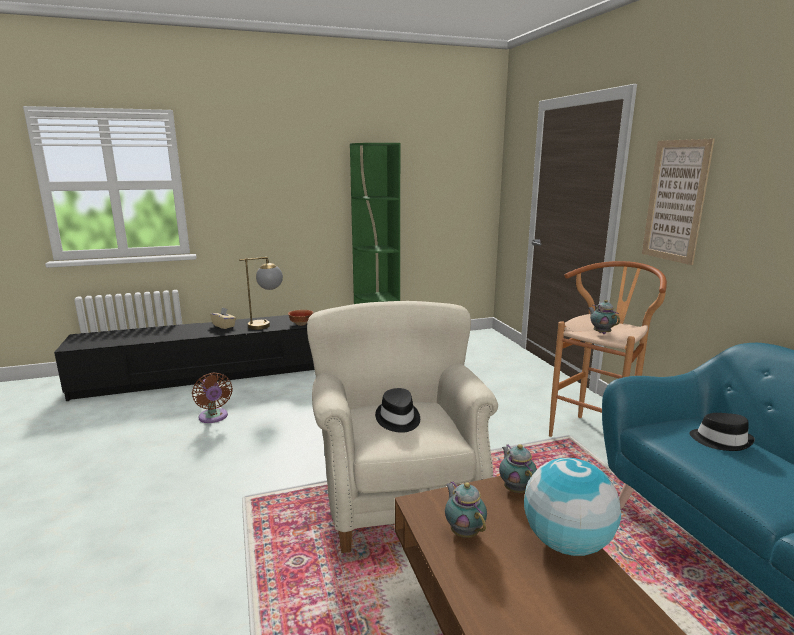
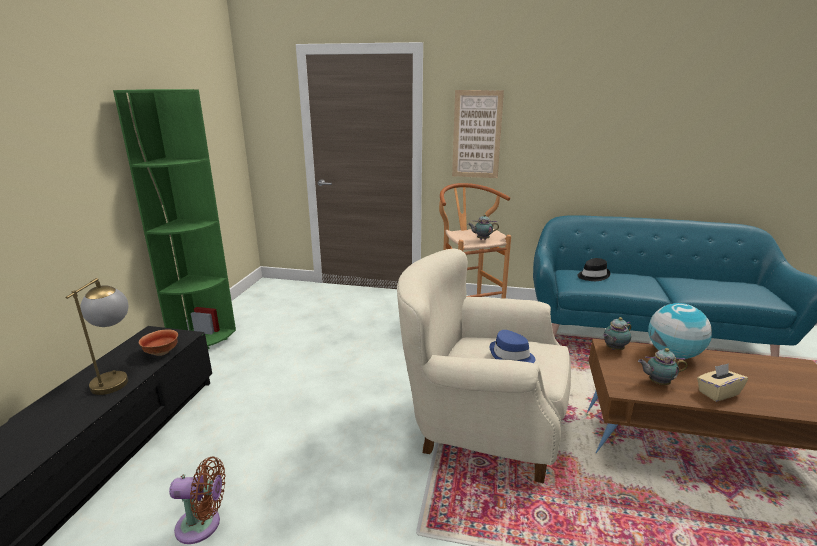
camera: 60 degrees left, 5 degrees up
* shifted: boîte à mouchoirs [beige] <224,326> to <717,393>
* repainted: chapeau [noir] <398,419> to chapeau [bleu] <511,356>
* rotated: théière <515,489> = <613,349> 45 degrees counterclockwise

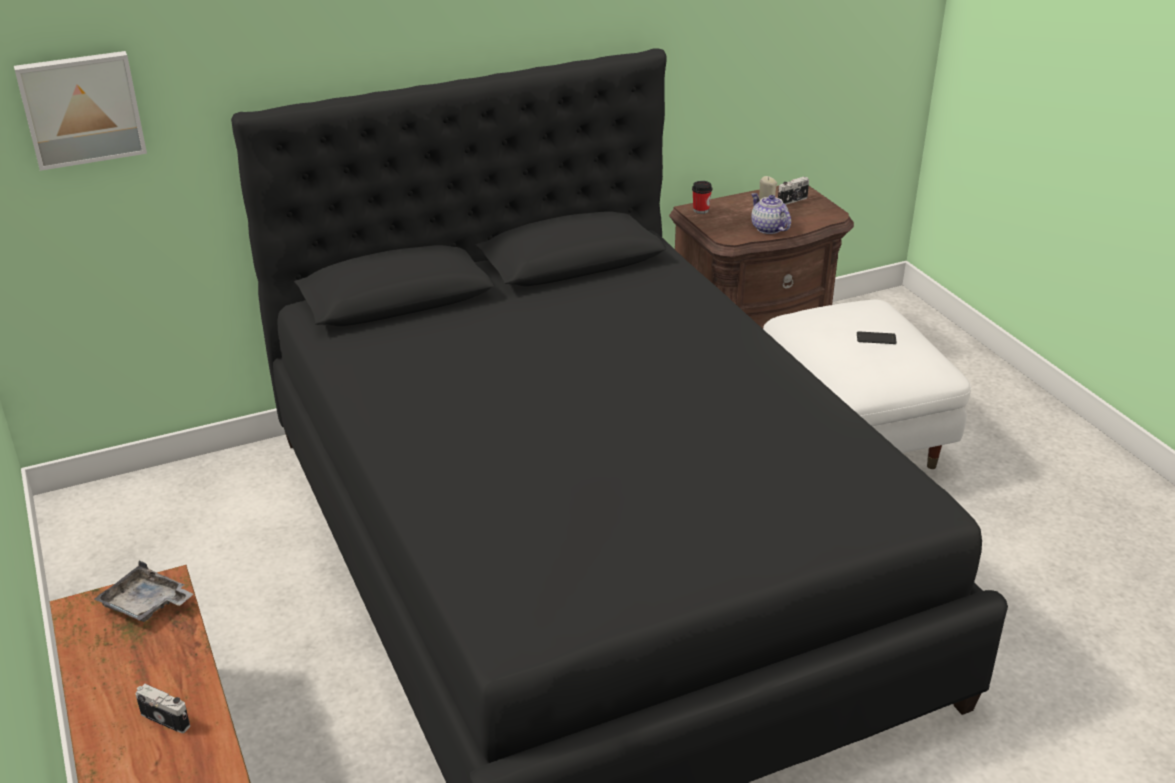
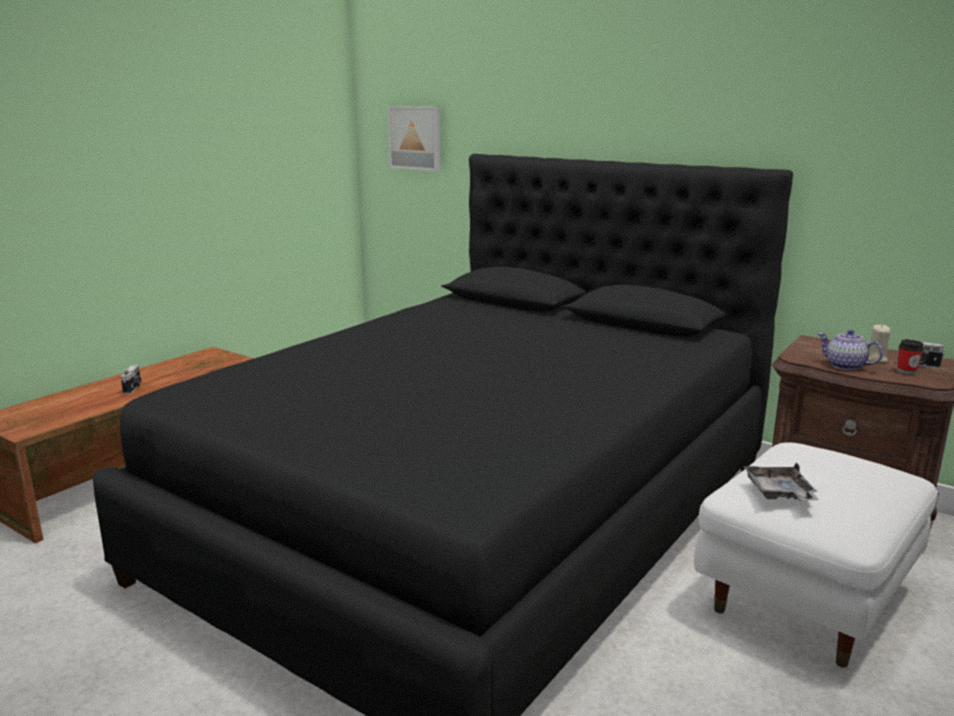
camera: 60 degrees right, 15 degrees down
* gone: téléphone <876,338>
* shifted: plateau [gris] <146,604> to <779,493>
* shifted: tasse <701,210> to <906,371>
* rotated: théière <768,228> = <845,366> 75 degrees counterclockwise

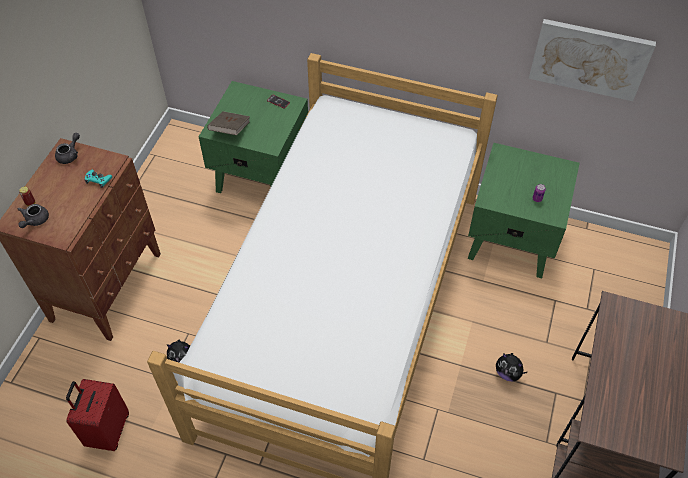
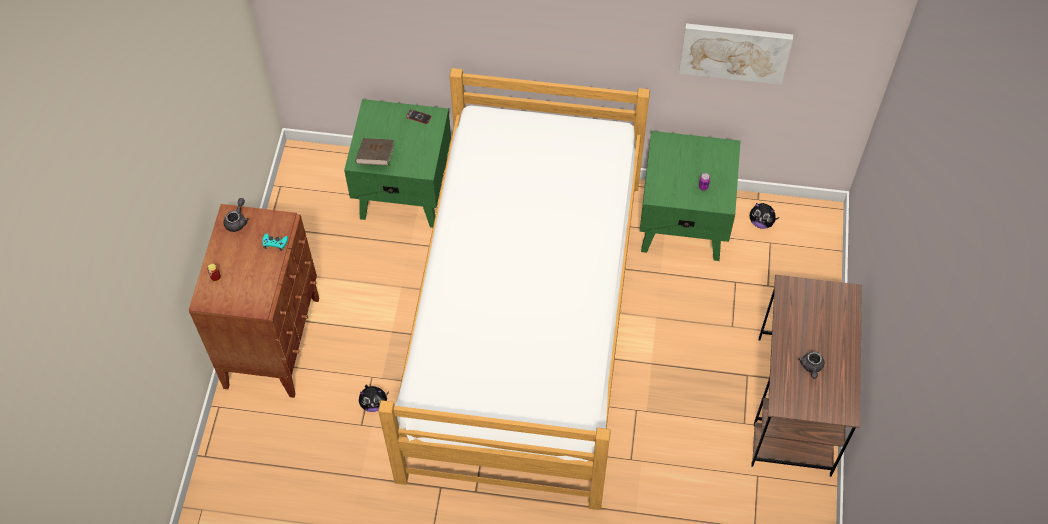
camera: 10 degrees left, 5 degrees up
* gone: valise [rouge] <107,430>
* shifted: théière [gris] <35,221> to <811,367>
* shifted: peluche <508,373> to <761,222>

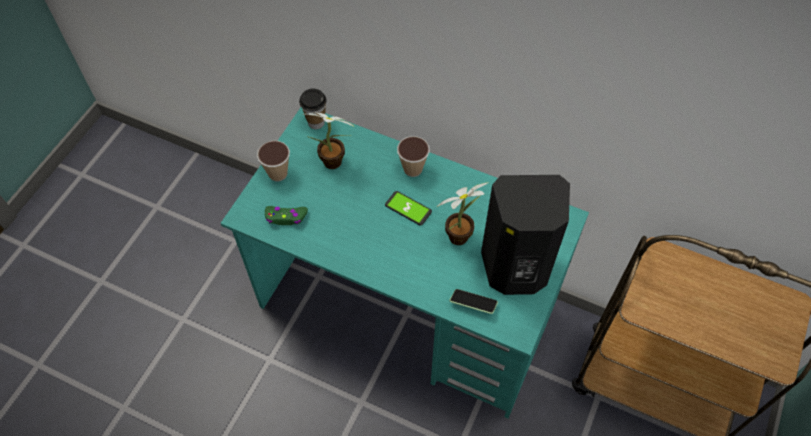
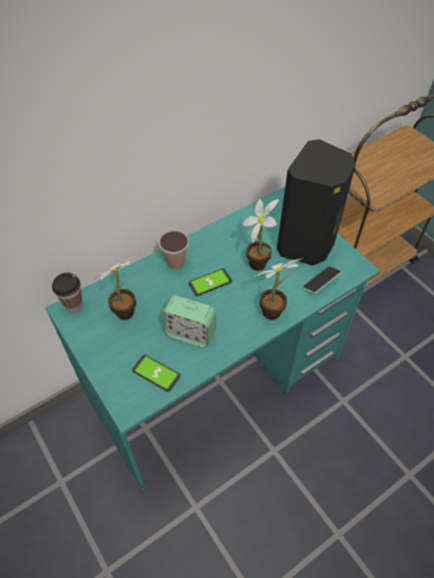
camera: 60 degrees left, 5 degrees down
* gone: tasse <278,174>
* new: réveil <190,333>
* new: plante en pot <274,311>
* swapped: manette [vert] <286,217> to téléphone <156,373>

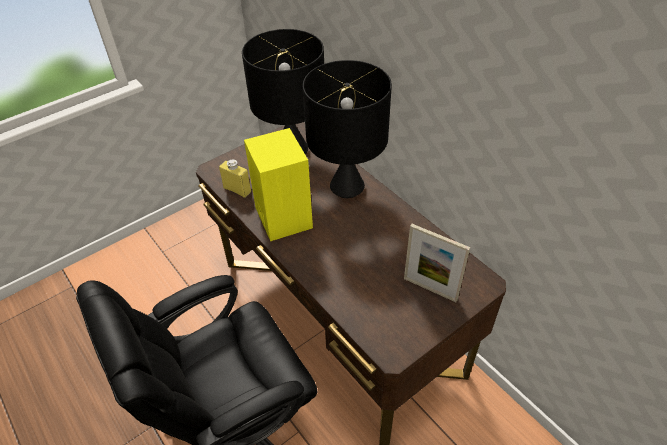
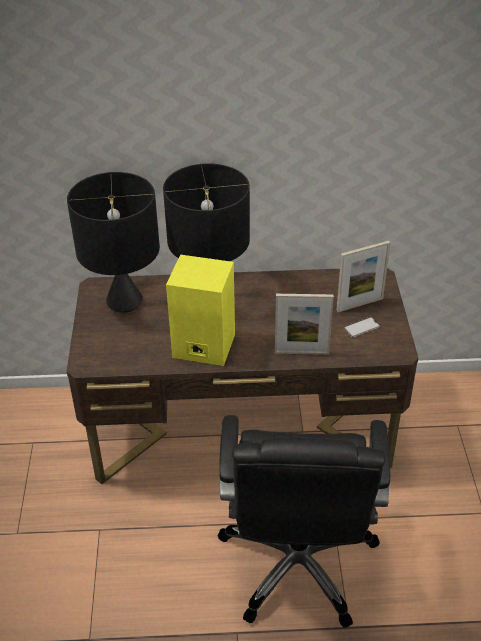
camera: 55 degrees left, 5 degrees down
* gone: bouteille [jaune] <237,190>
* new: cadre photo <301,352>
* new: téléphone <361,327>

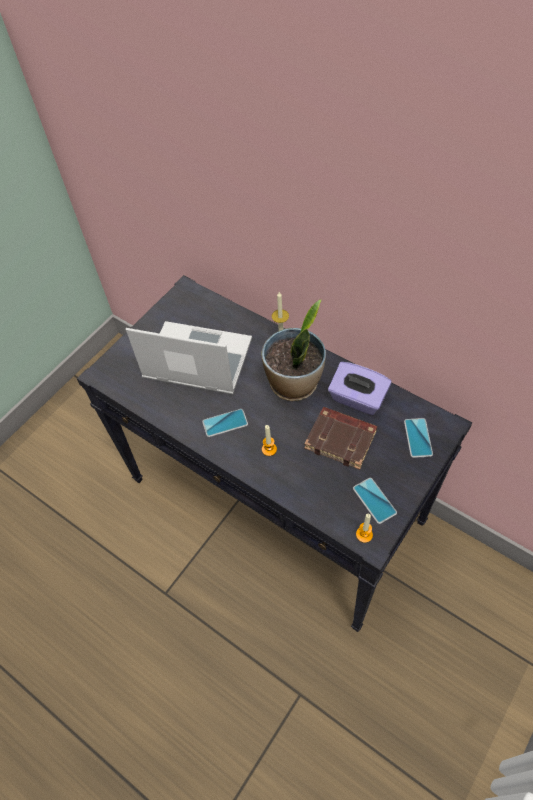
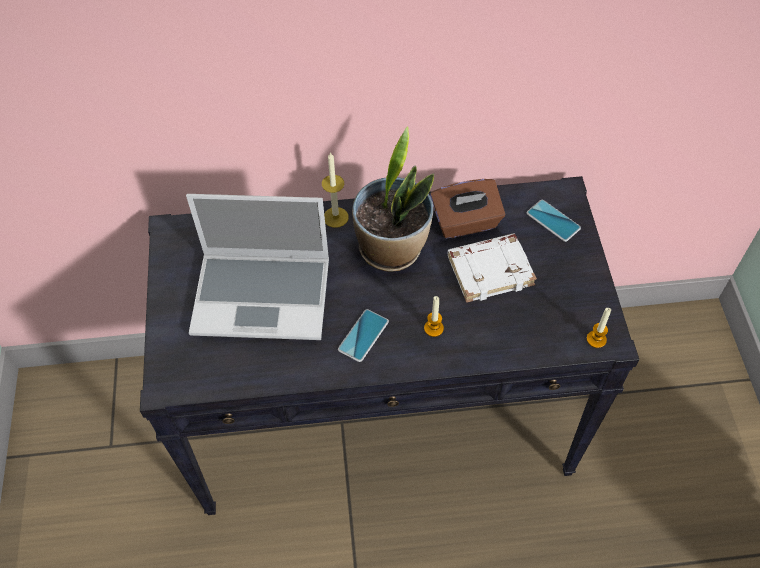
camera: 45 degrees left, 0 degrees up
* gone: téléphone <374,500>
* repainted: livre [marron] <341,439> to livre [blanc] <490,270>
* repainted: boîte à mouchoirs [violet] <357,399> to boîte à mouchoirs [marron] <465,222>
* rotated: ordinateur portable <196,361> = <264,295> 150 degrees counterclockwise

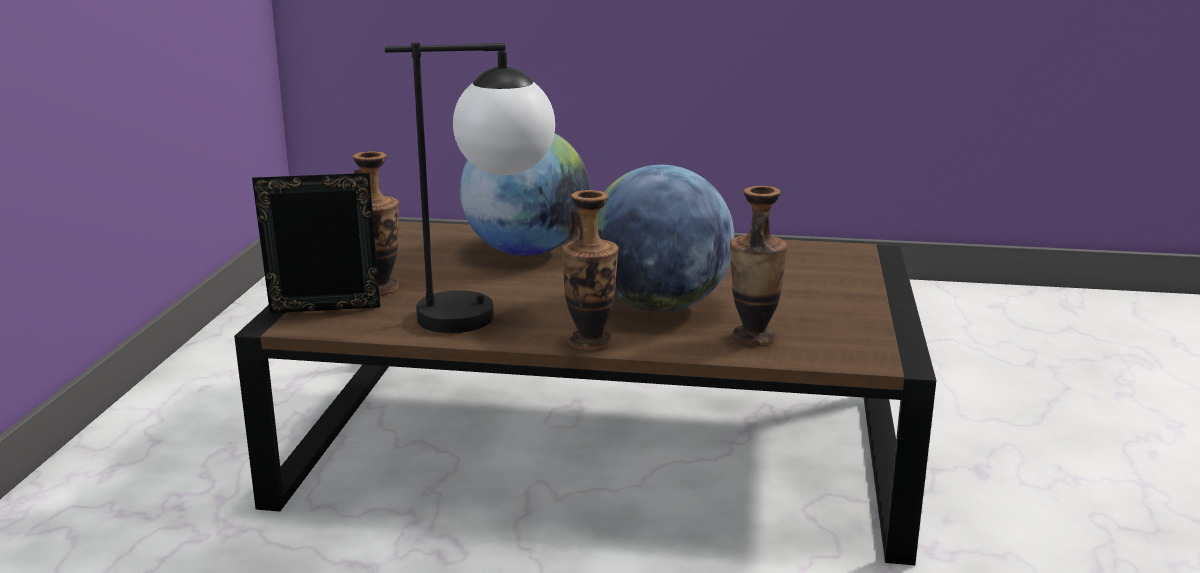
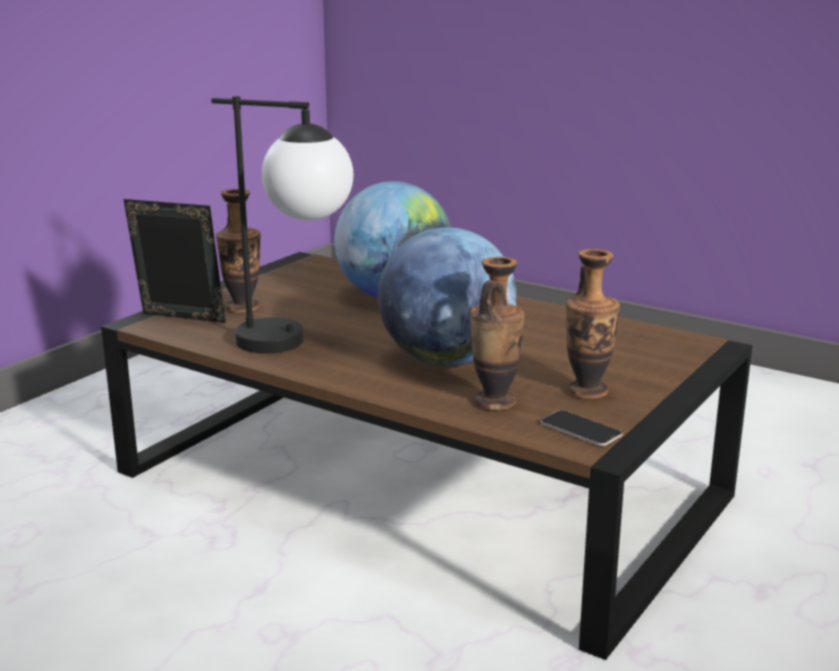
camera: 25 degrees right, 0 degrees up
* new: téléphone <580,429>
* shifted: vase <590,342> to <587,391>

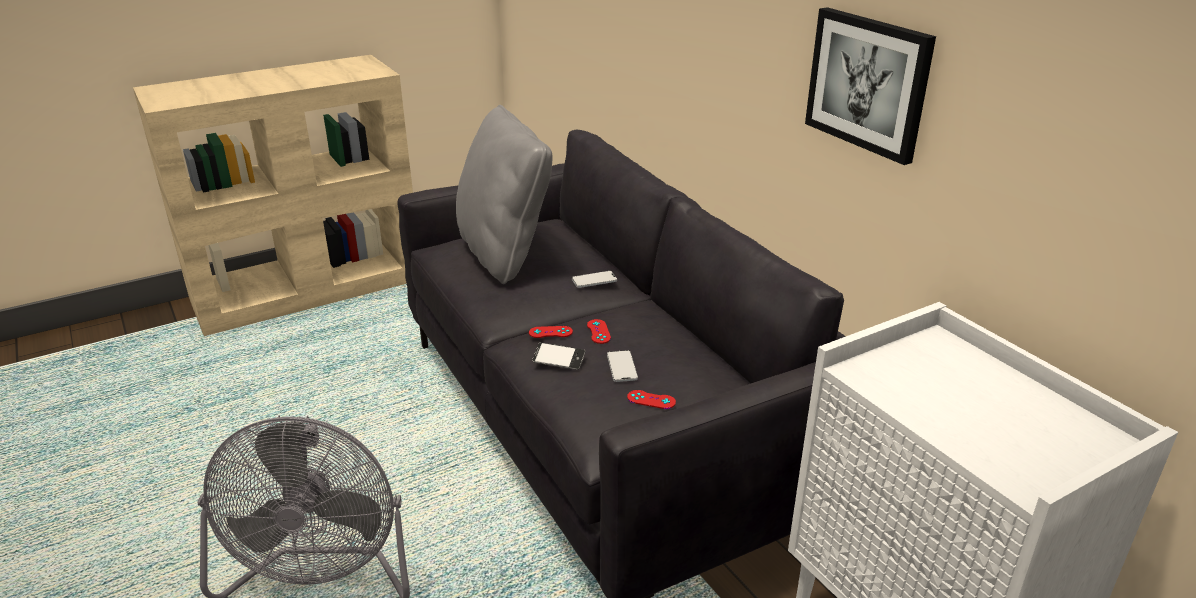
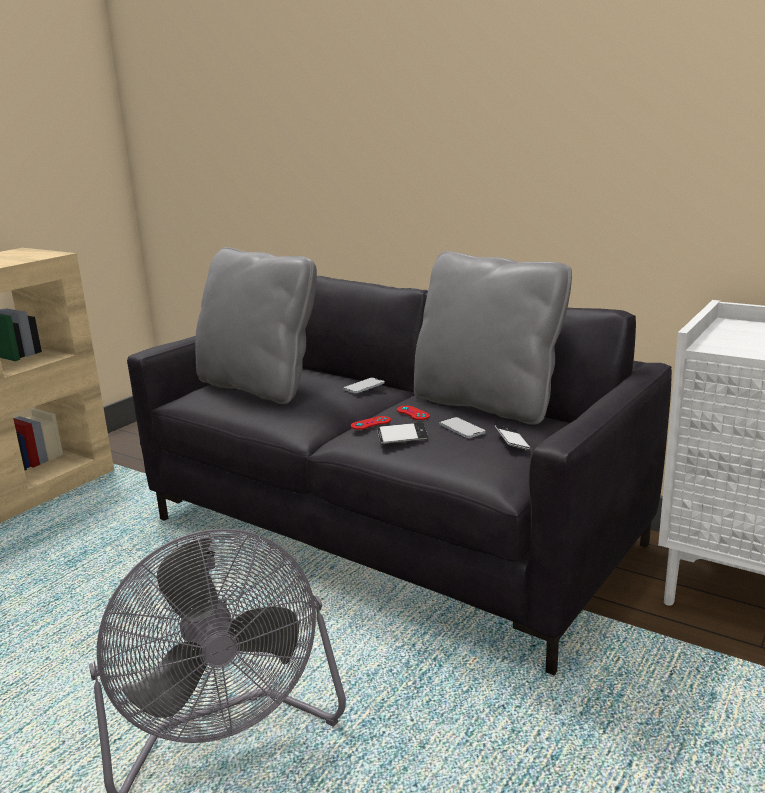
camera: 25 degrees left, 10 degrees down
* gone: tableau <868,83>
* new: coussin [gris] <486,404>
* swapped: manette [rouge] <651,400> to téléphone <512,442>

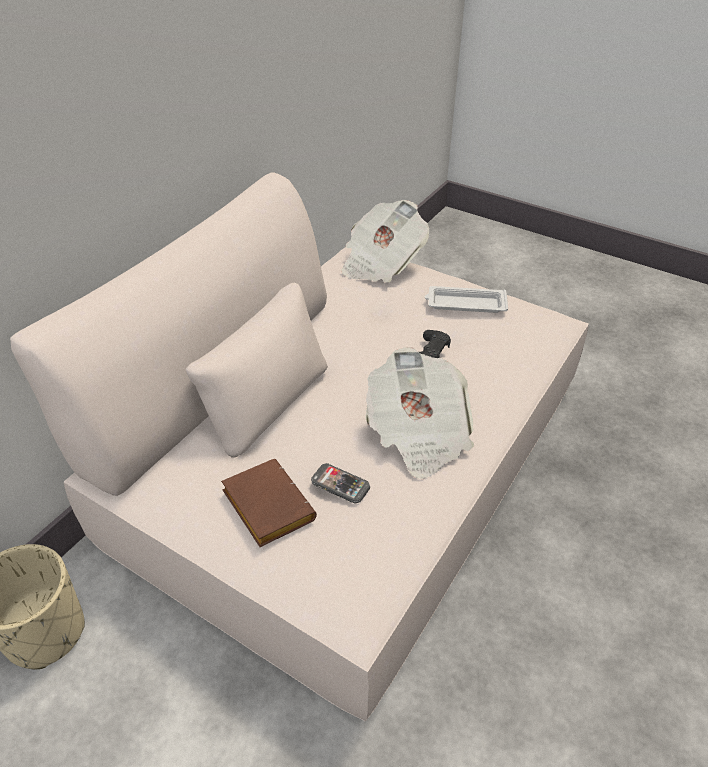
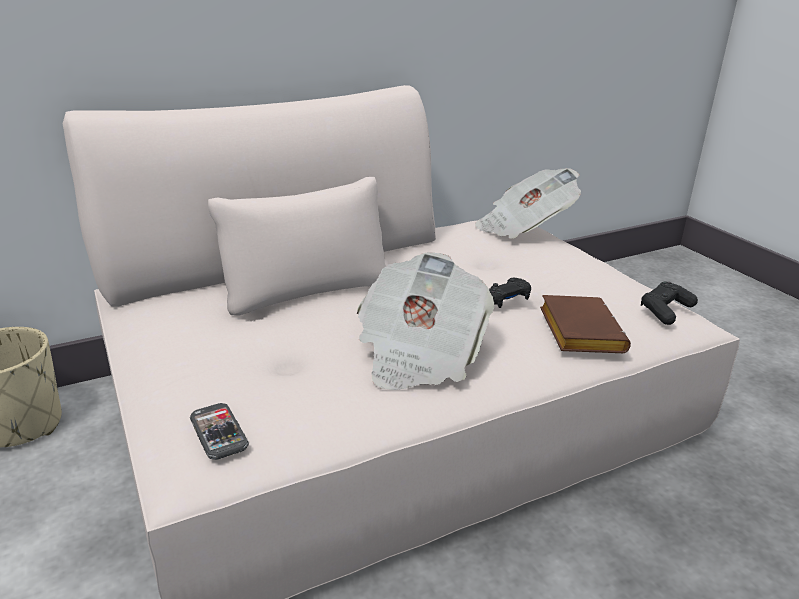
camera: 30 degrees right, 15 degrees down
* gone: plateau [blanc] <465,304>
* new: manette [noir] <665,310>
* shifted: livre [marron] <265,506> to <577,331>
* shifted: téléphone <340,484> to <219,433>

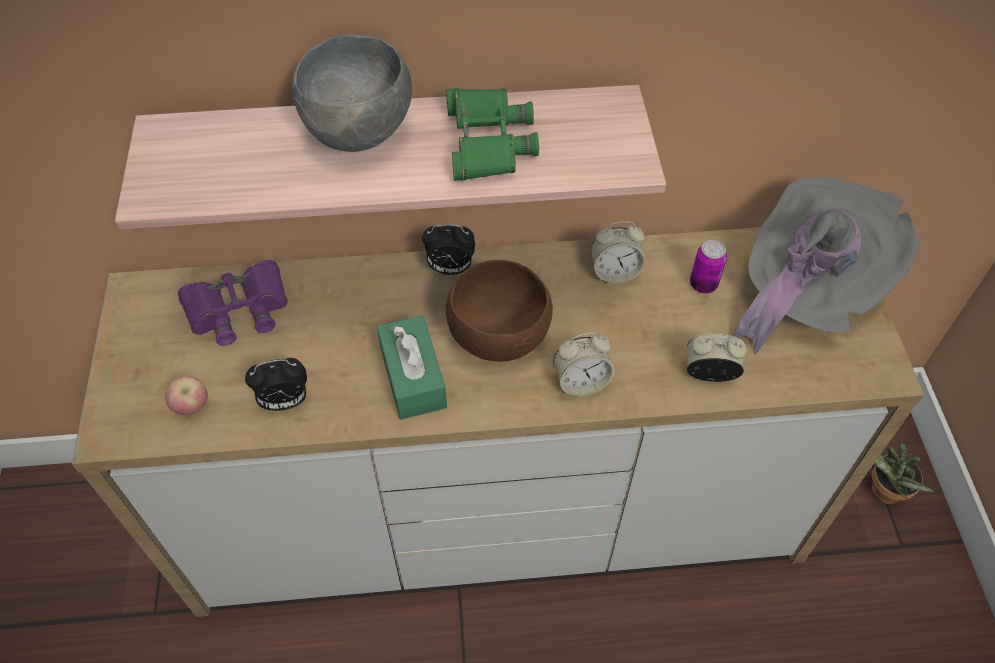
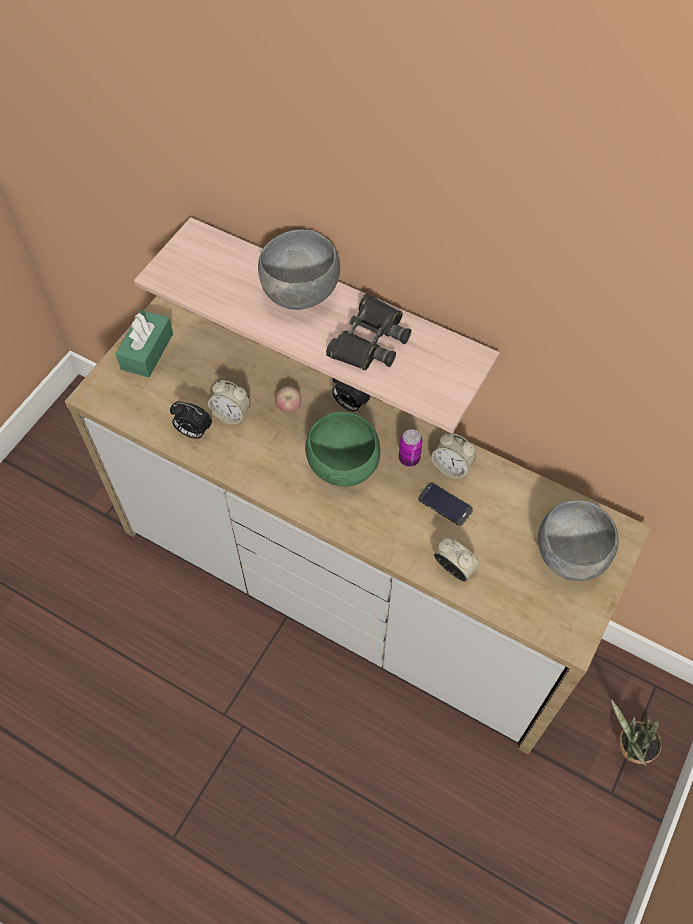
camera: 35 degrees right, 5 degrees up
* gone: jumelles [violet] <238,309>
* new: téléphone <445,504>
* shifted: pomme <192,406> to <289,407>
* shifted: boîte à mouchoirs [vert] <413,377> to <147,351>
* shifted: réveil <581,382> to <231,414>
* shifted: boîte métallique <703,284> to <409,458>
* swapped: chapeau [gris] <806,291> to bol [gris] <570,555>
* repainted: jumelles [vert] <487,141> to jumelles [noir] <369,340>
* repainted: bol [marron] <498,337> to bol [vert] <343,466>

